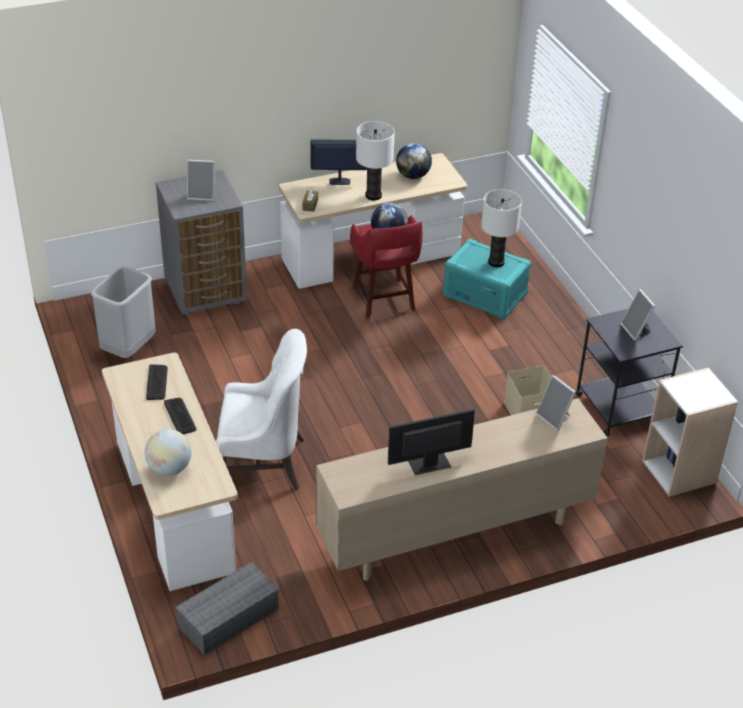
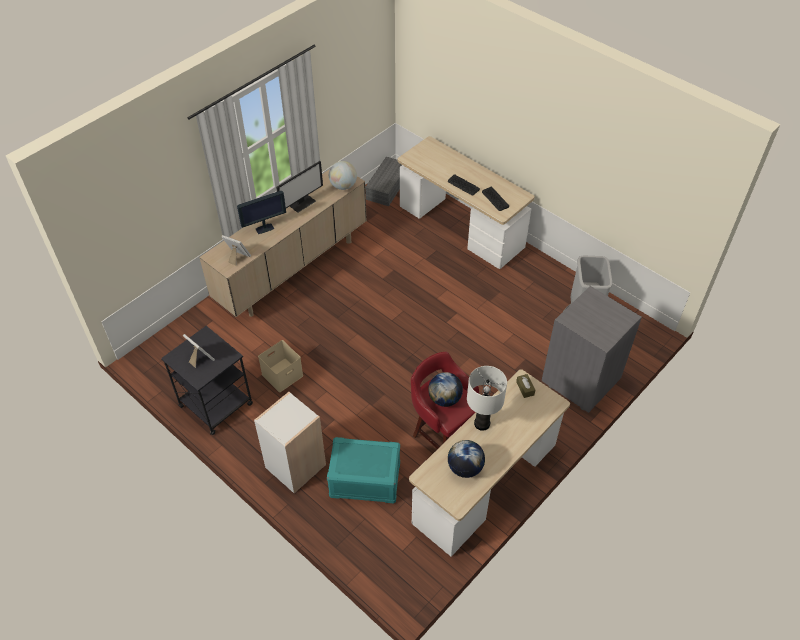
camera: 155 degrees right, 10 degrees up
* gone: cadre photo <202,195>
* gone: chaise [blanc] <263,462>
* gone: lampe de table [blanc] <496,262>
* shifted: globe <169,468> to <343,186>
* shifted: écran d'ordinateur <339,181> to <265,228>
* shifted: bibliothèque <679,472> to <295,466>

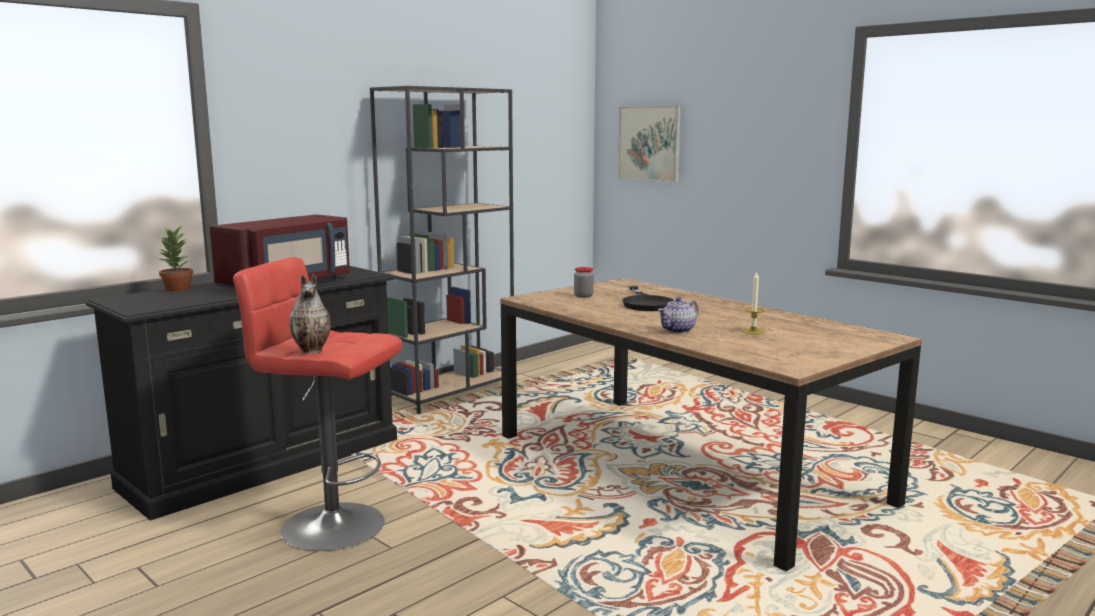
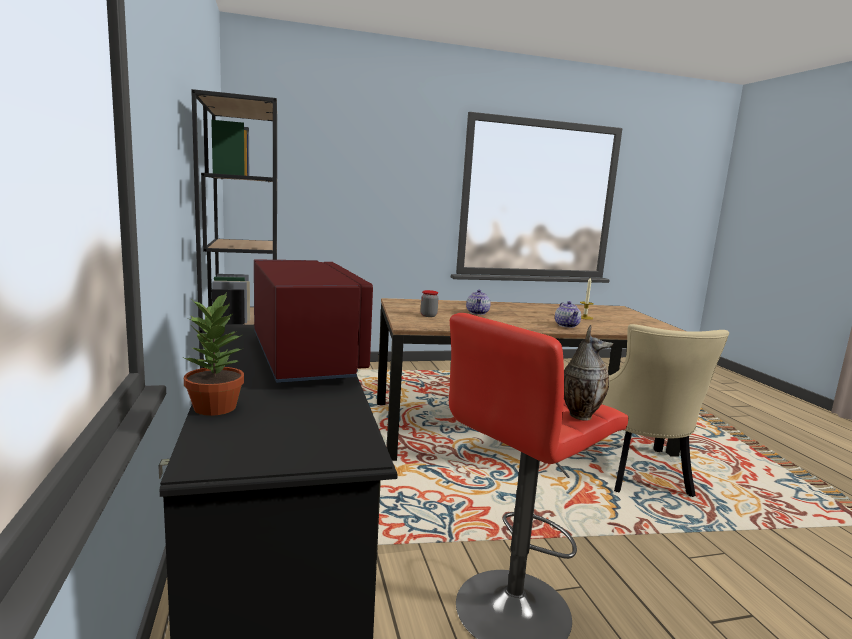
camera: 60 degrees left, 0 degrees up
* gone: tableau <649,143>
* new: chaise [beige] <634,469>
* swapped: poêle [noir] <646,303> to théière <478,313>

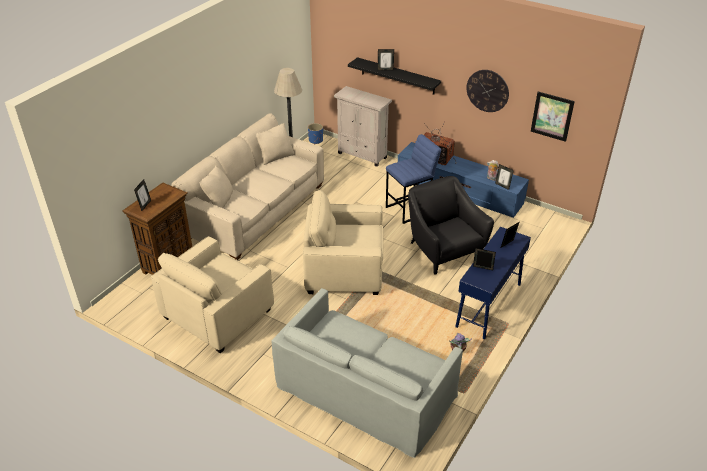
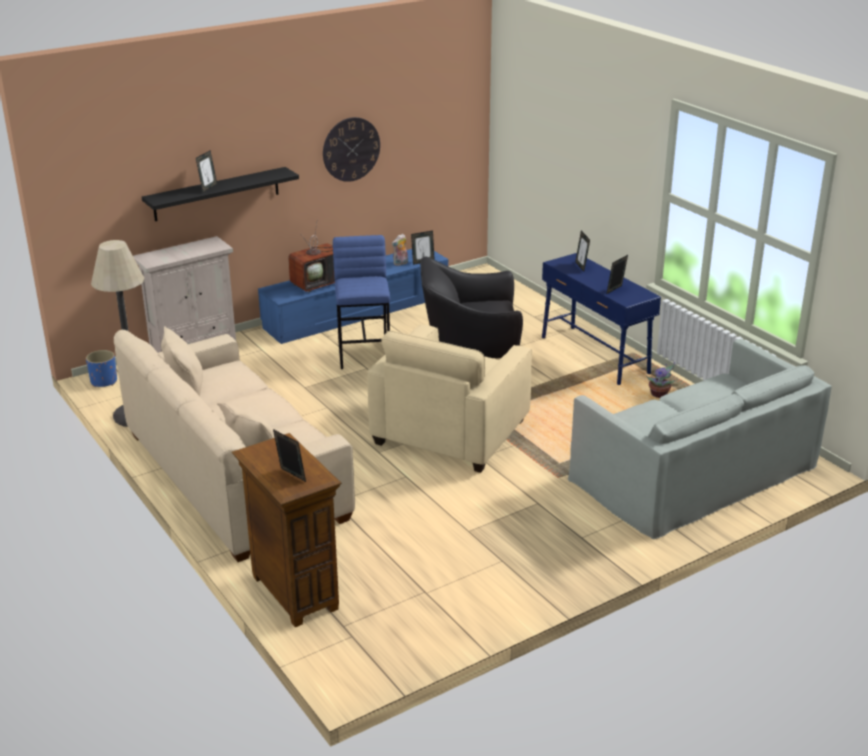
camera: 65 degrees left, 10 degrees down
* gone: fauteuil [beige] <218,314>
* gone: tableau <552,116>

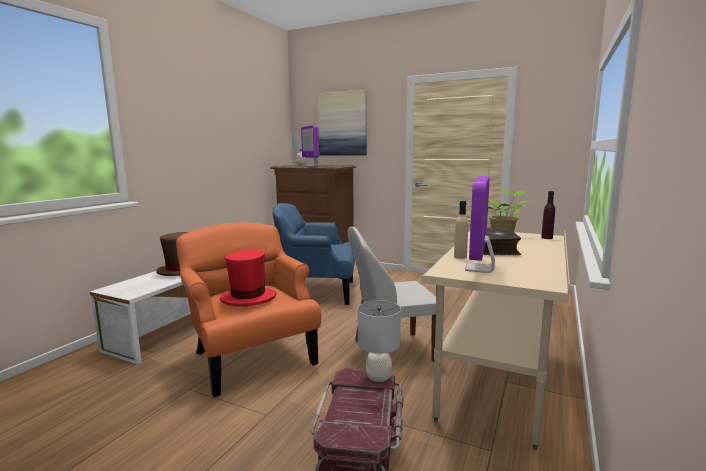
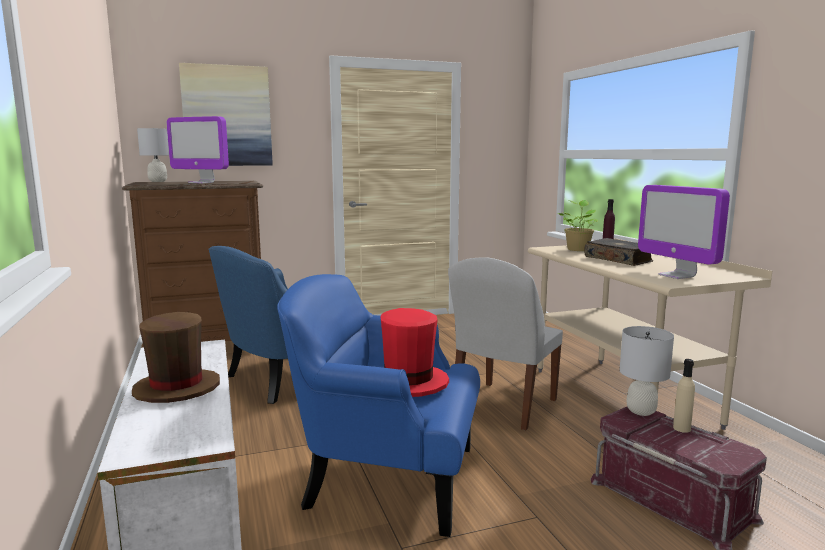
camera: 45 degrees left, 0 degrees up
* shifted: bouteille [beige] <460,257> to <681,428>
* repainted: fauteuil [orange] <251,357> to fauteuil [bleu] <386,477>

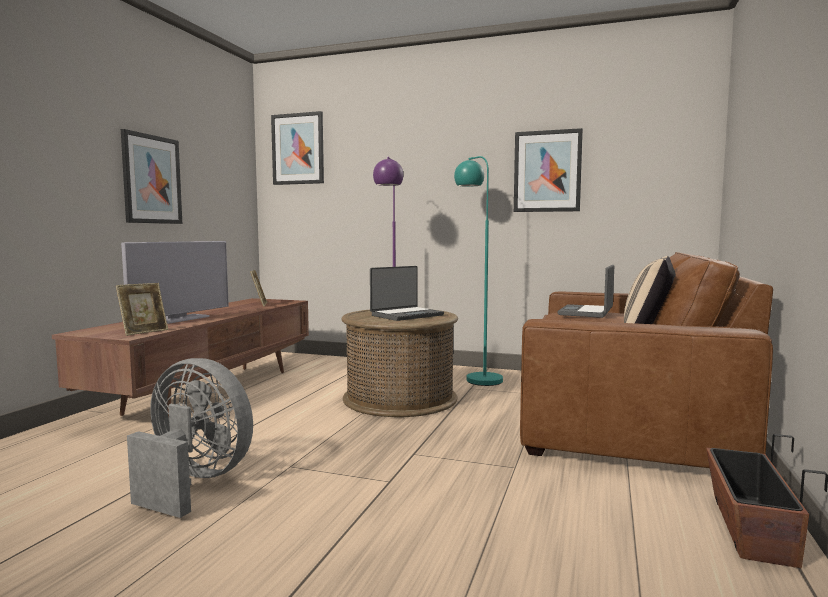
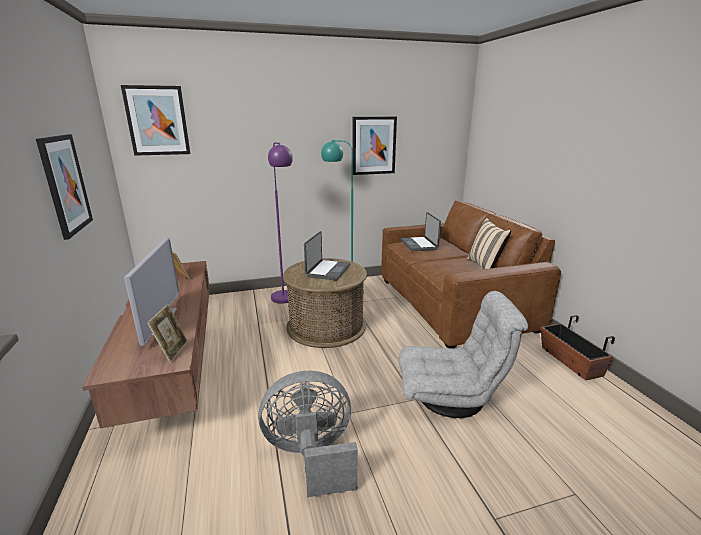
camera: 35 degrees left, 15 degrees up
* new: fauteuil [gris] <449,397>

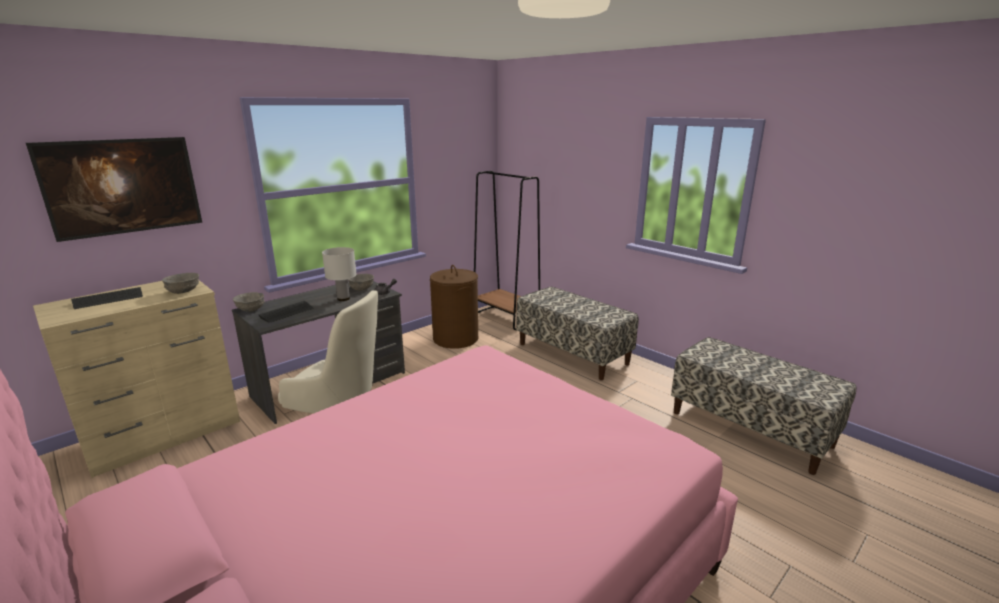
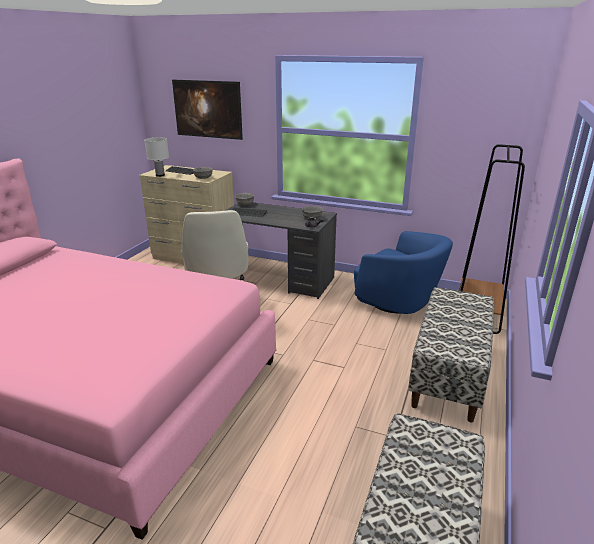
camera: 65 degrees right, 5 degrees up
* shifted: lampe de table [blanc] <343,299> to <160,175>
* swapped: panier à linge [marron] <456,339> to fauteuil [bleu] <398,302>

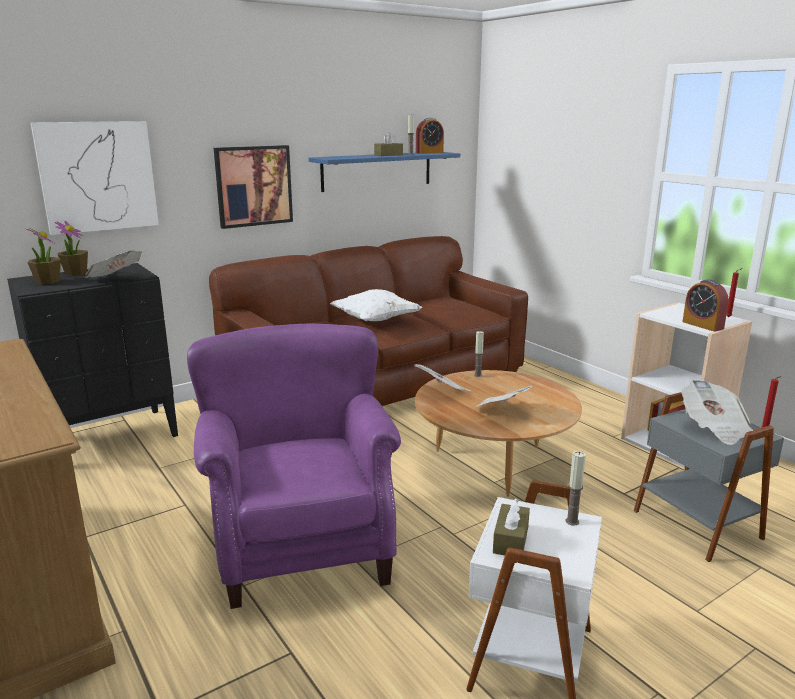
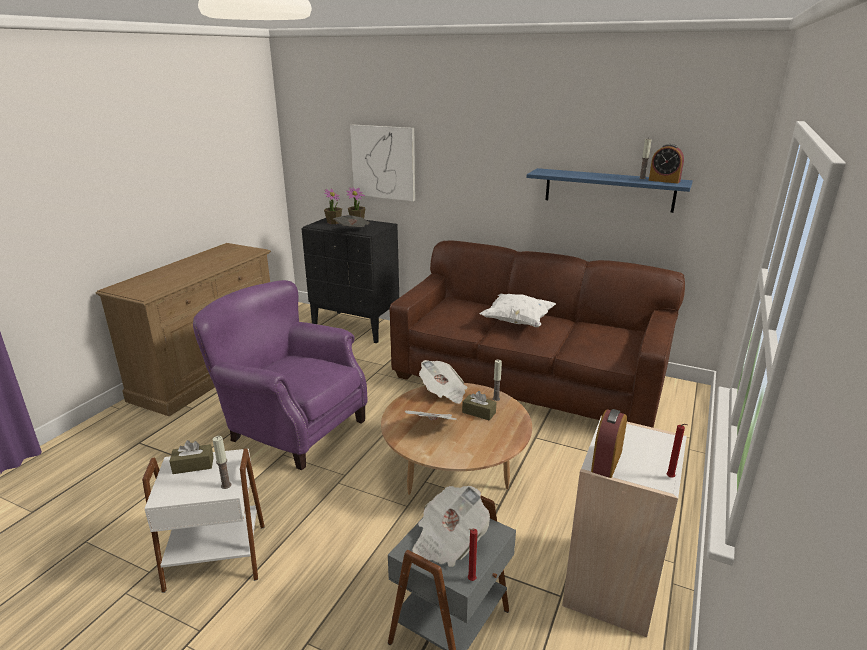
camera: 60 degrees right, 5 degrees up
* gone: tableau <253,186>
* shifted: boîte à mouchoirs [marron] <388,155> to <479,412>
* rotated: fauteuil [violet] <301,542> = <292,427> 105 degrees counterclockwise

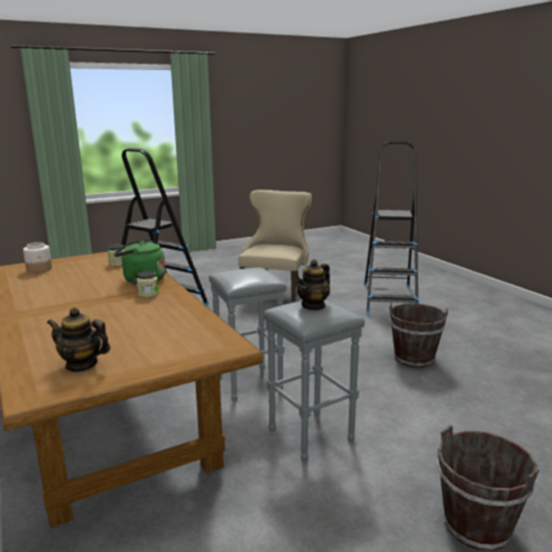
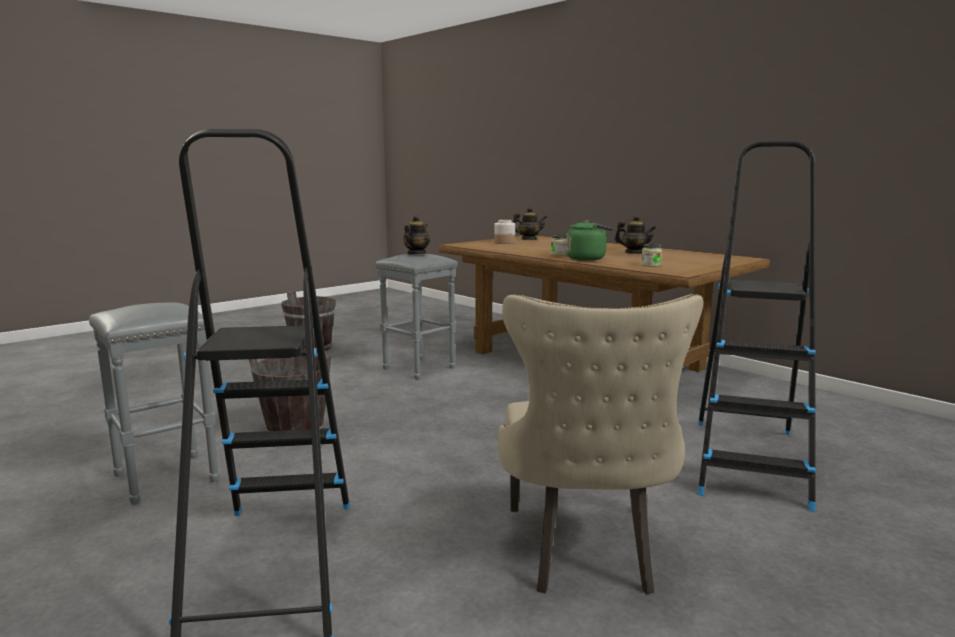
camera: 165 degrees right, 5 degrees down
* new: théière <634,253>
* shifted: bocal <39,269> to <504,242>
* shifted: tabouret [gris] <250,383> to <164,477>

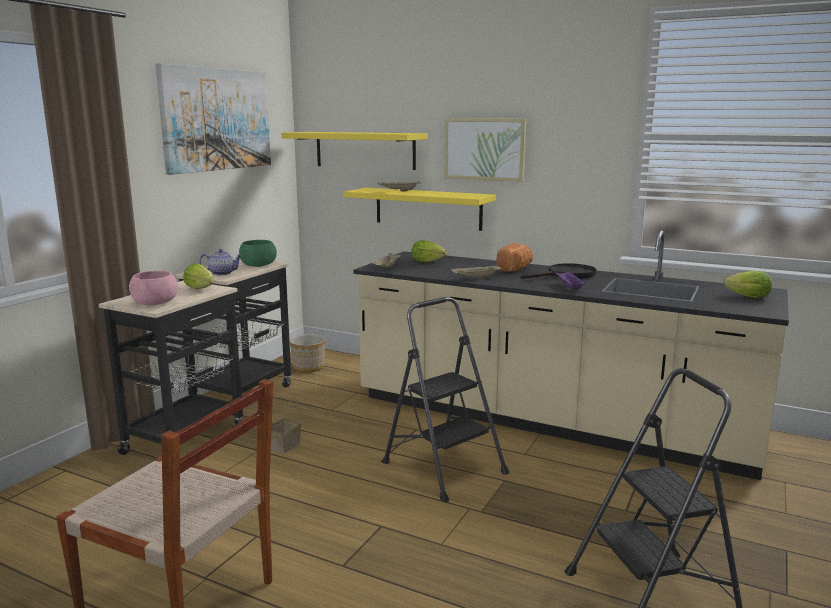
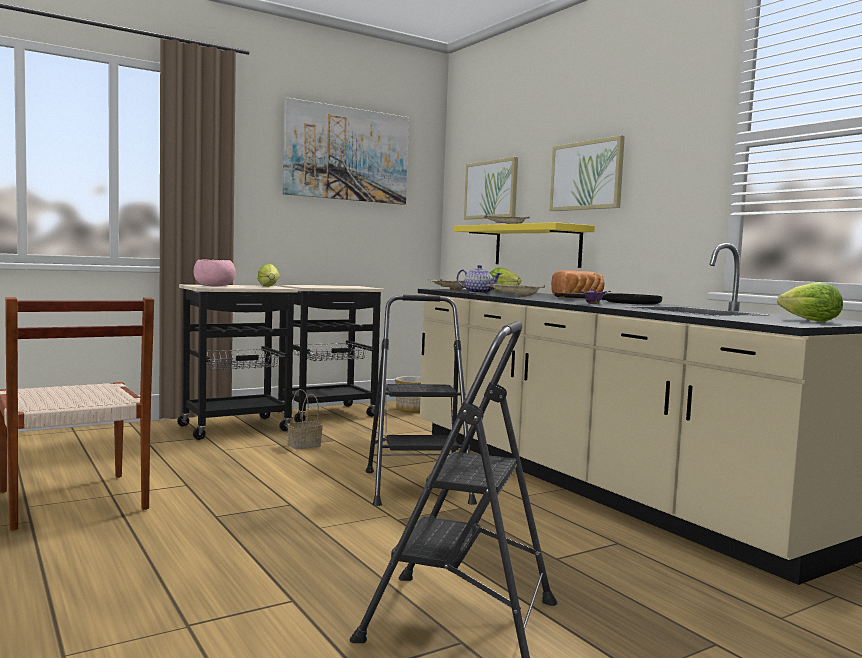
camera: 30 degrees right, 10 degrees down
* gone: bol [vert] <258,265>
* shifted: théière <222,273> to <478,293>
* swapped: étagère [jaune] <365,150> to tableau <491,189>

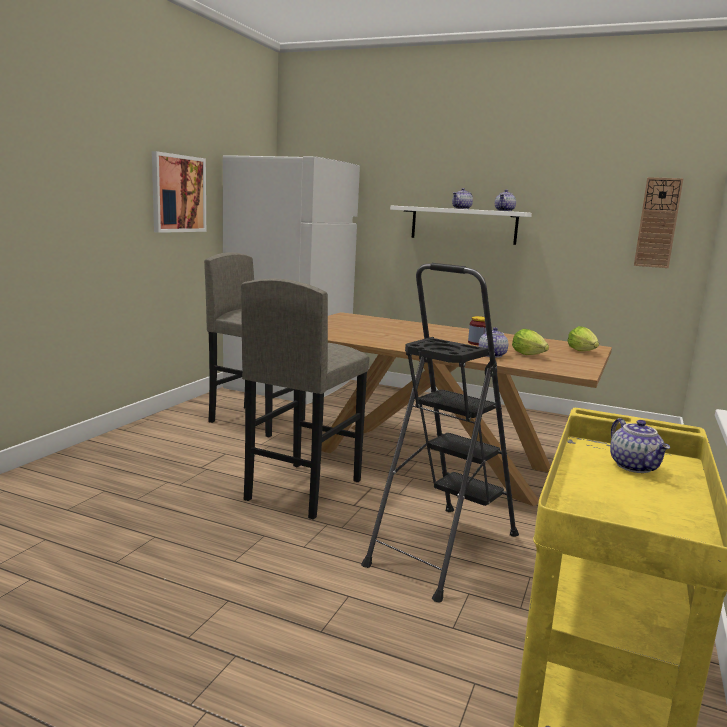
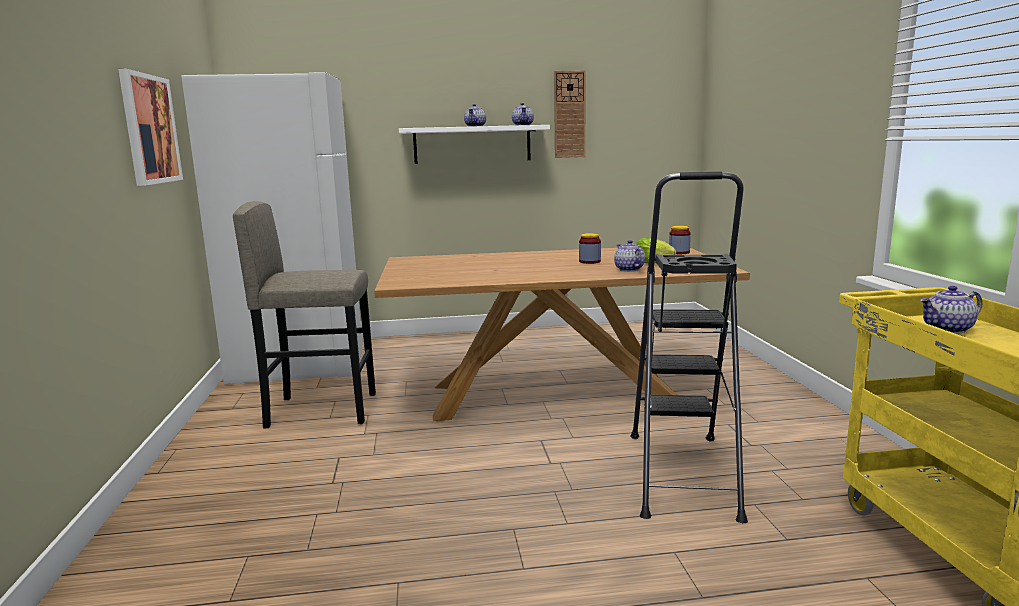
camera: 30 degrees left, 0 degrees up
* gone: tabouret [gris] <303,490>
* shifted: horloge murale <657,223> to <569,114>
* swapped: laitue <583,352> to bocal <679,252>
* rotated: théière <635,466> = <948,329> 120 degrees clockwise

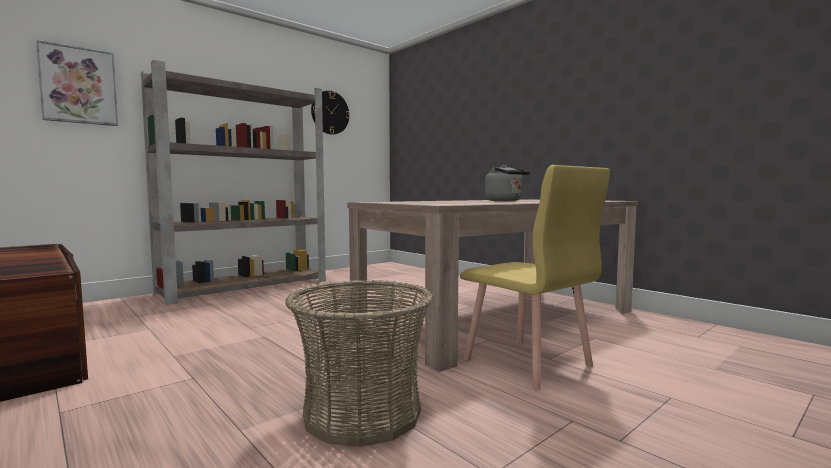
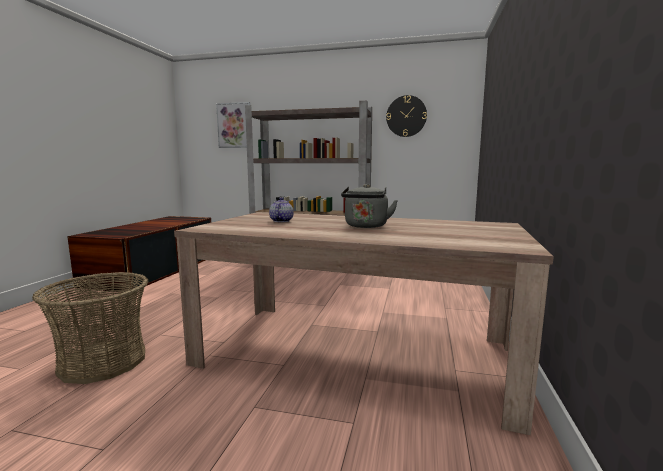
camera: 55 degrees right, 5 degrees up
* gone: chaise [jaune] <527,363>
* new: théière <281,221>

